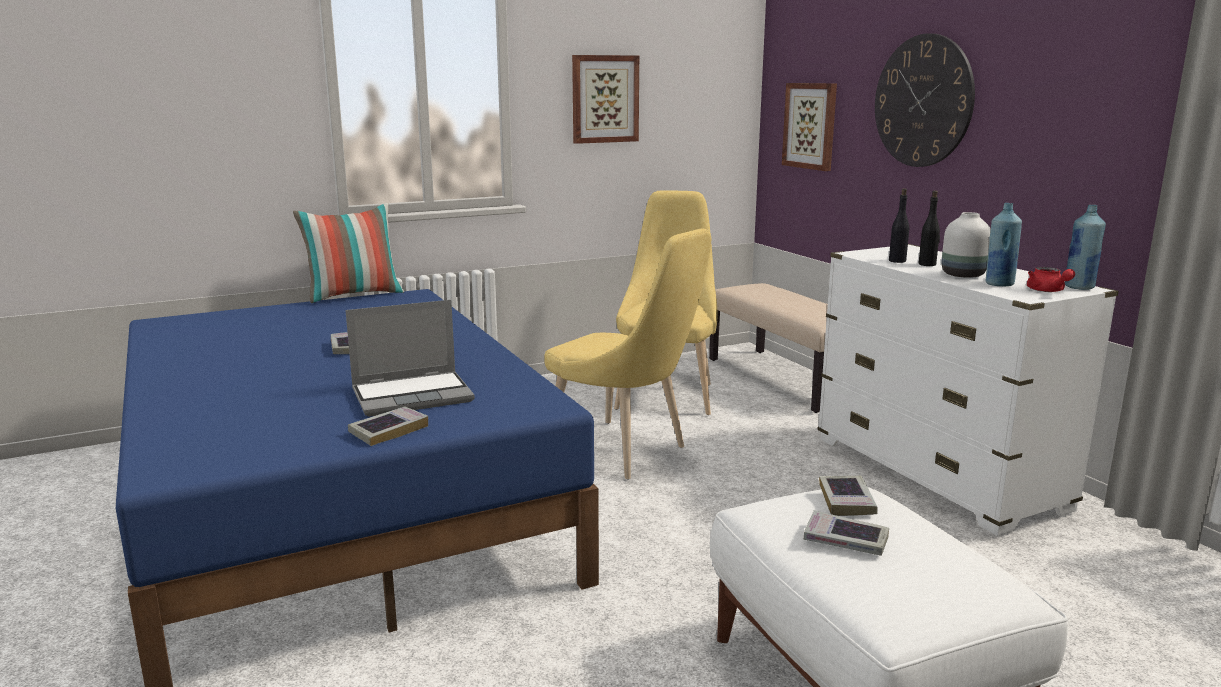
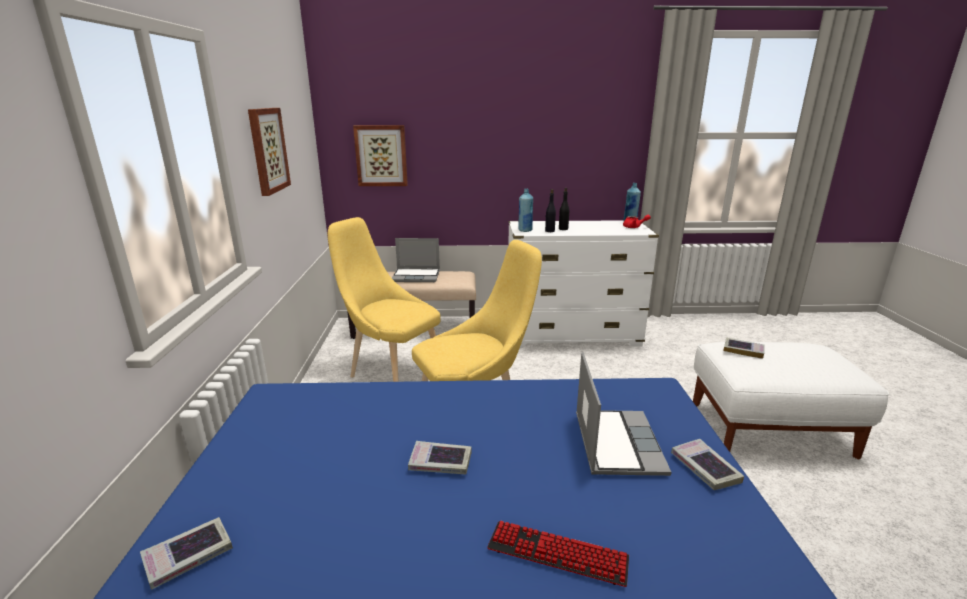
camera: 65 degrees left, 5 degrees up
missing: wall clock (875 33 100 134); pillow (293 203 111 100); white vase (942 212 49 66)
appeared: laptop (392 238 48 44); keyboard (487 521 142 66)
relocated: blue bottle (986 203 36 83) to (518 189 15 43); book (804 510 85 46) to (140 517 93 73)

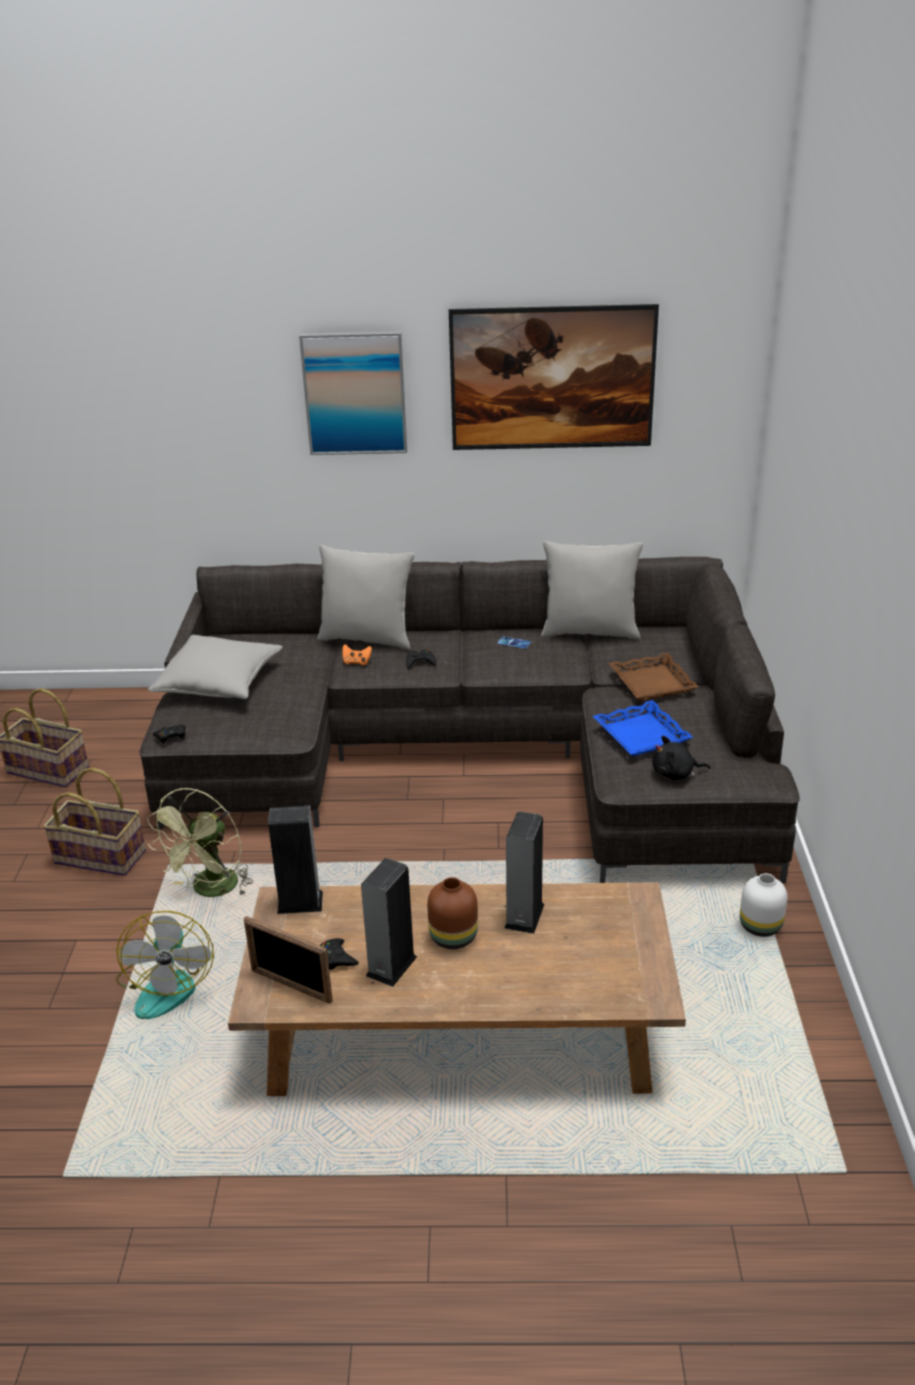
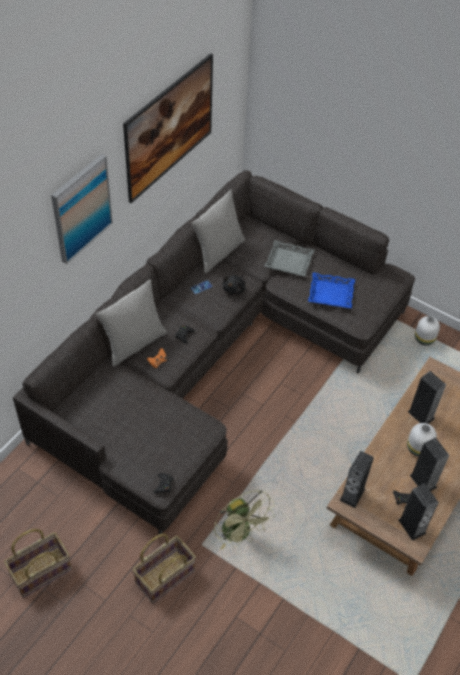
camera: 60 degrees left, 20 degrees up
missing: grey pillow (148 635 135 64); fan (116 911 98 108)
relocated: black plush toy (652 736 58 44) to (222 275 24 20)
exchanged: picture frame (243 916 90 88) to speaker (398 483 41 58)
colour: brown tray (609 653 89 48) to grey tray (265 240 50 36); brown vase (427 877 51 72) to white vase (407 423 30 34)

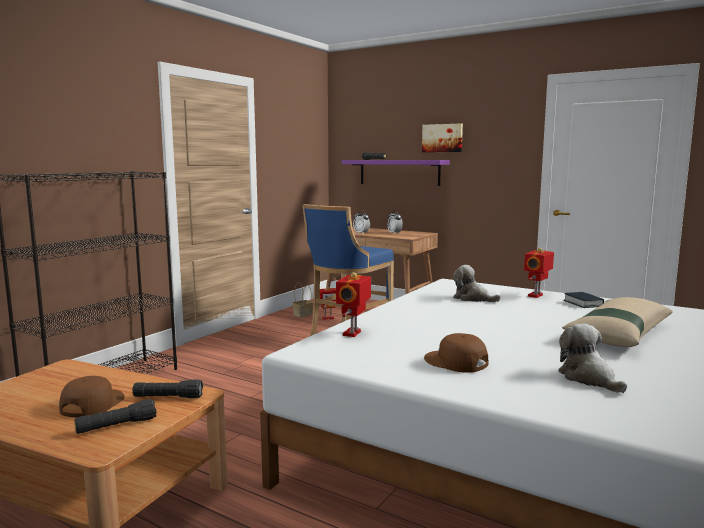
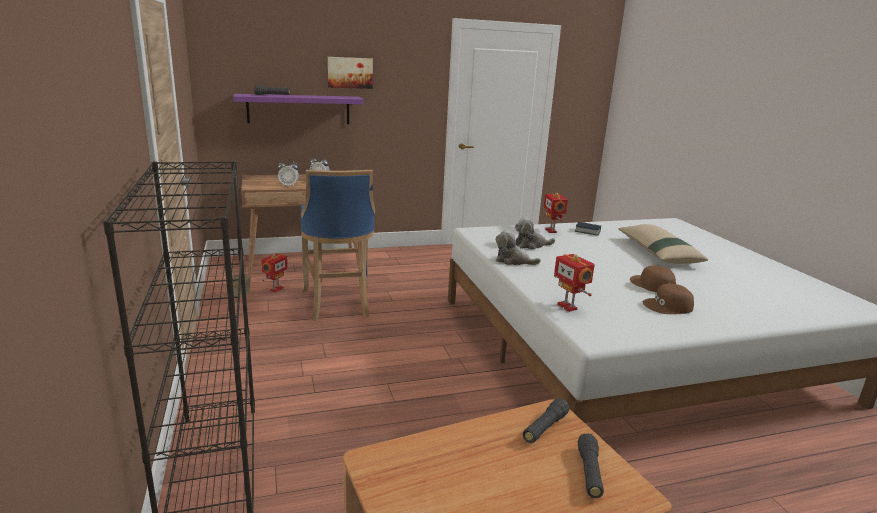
camera: 50 degrees left, 10 degrees up
relocated: plush toy (559 323 68 70) to (496 230 45 35); brown cap (59 376 66 42) to (630 265 46 27)

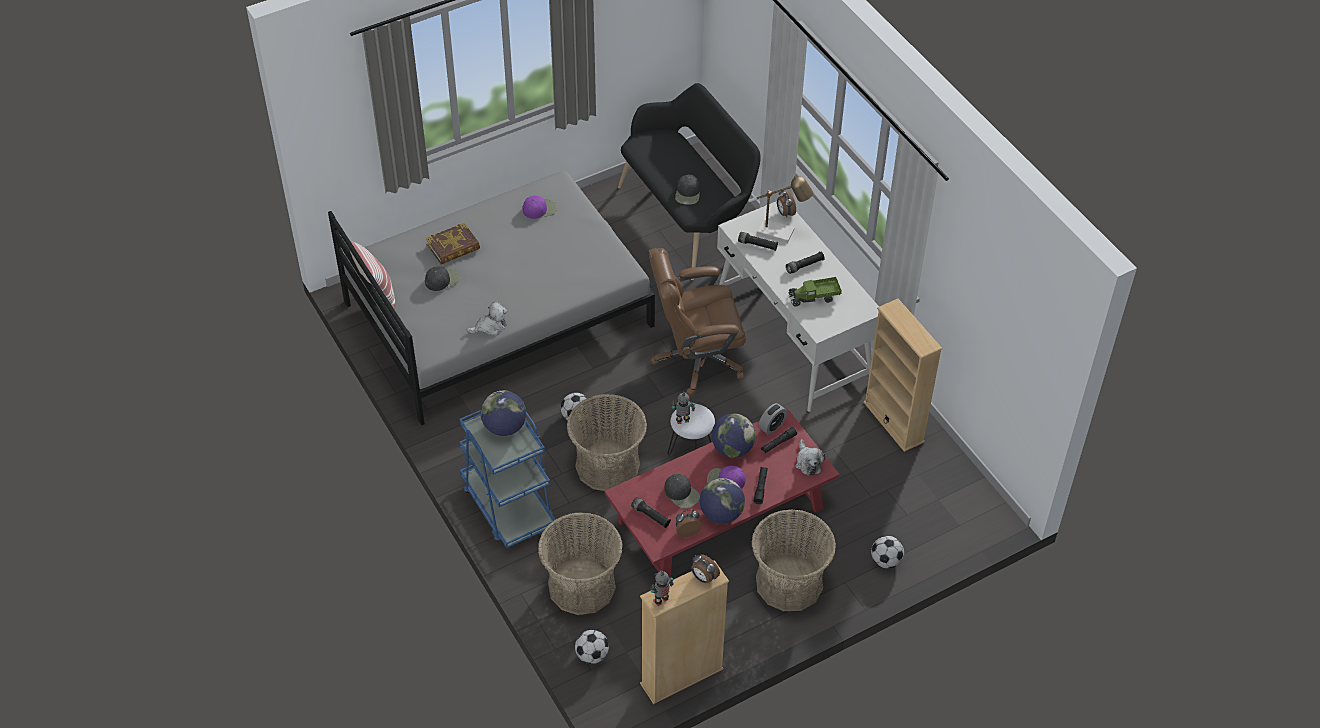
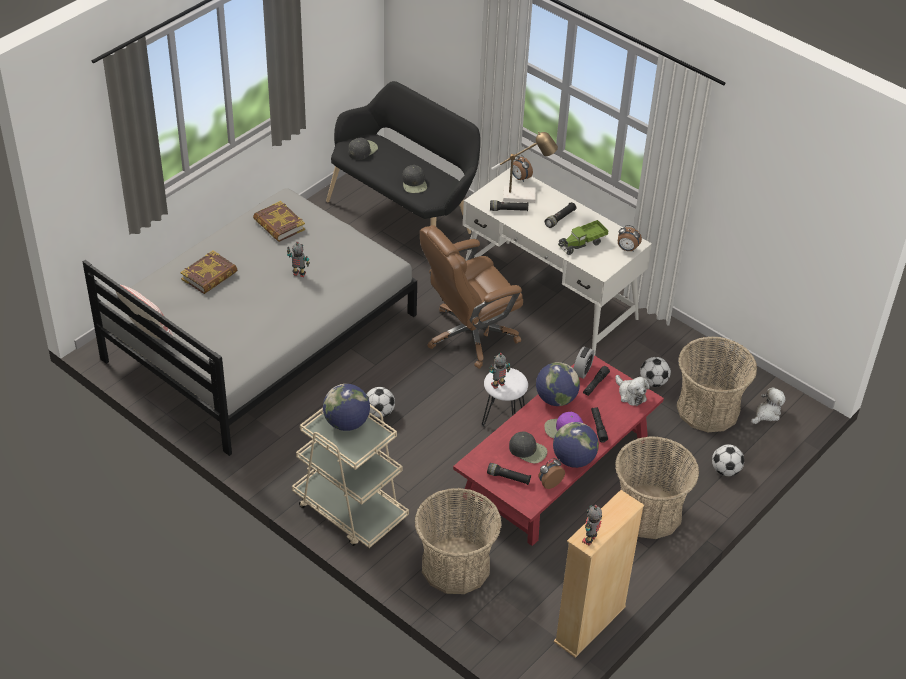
camera: 20 degrees left, 5 degrees down
missing: beige bookcase (863 299 79 153)
appeared: toy robot (287 241 23 36)
relocated: black cap (425 267 35 24) to (348 138 30 22); plush toy (467 301 40 35) to (751 387 35 37); basket (567 394 80 97) to (677 336 80 96); alarm clock (691 555 29 28) to (618 225 24 26); football (575 630 34 34) to (640 357 31 30)
exchanged: purple cap (523 196 34 23) to book (253 201 52 41)
colour: blue cart (460 410 97 138) to beige cart (292 405 117 143)

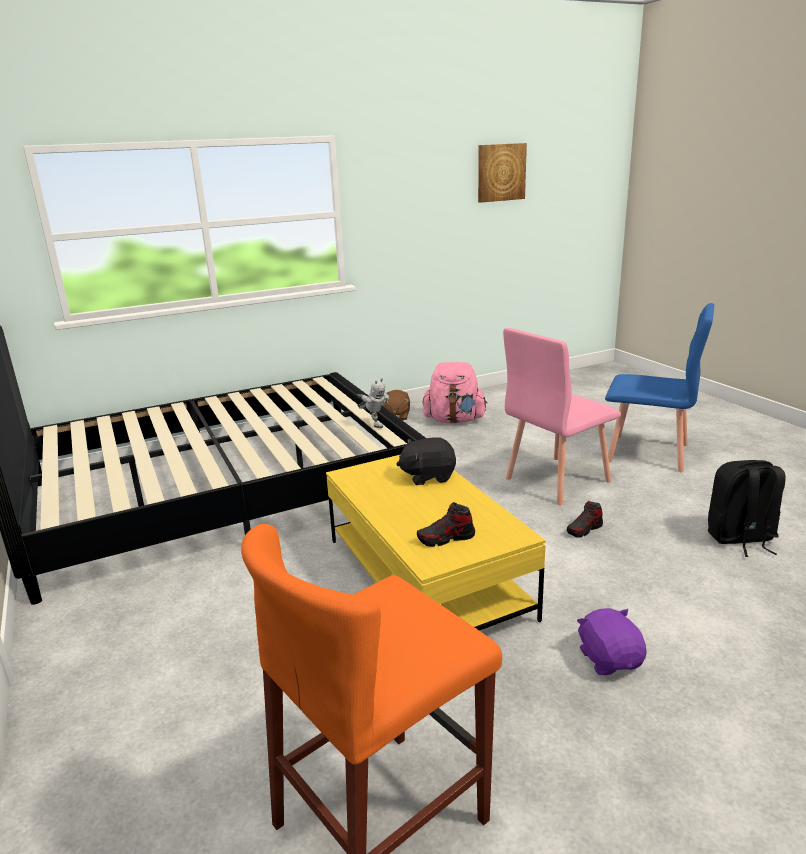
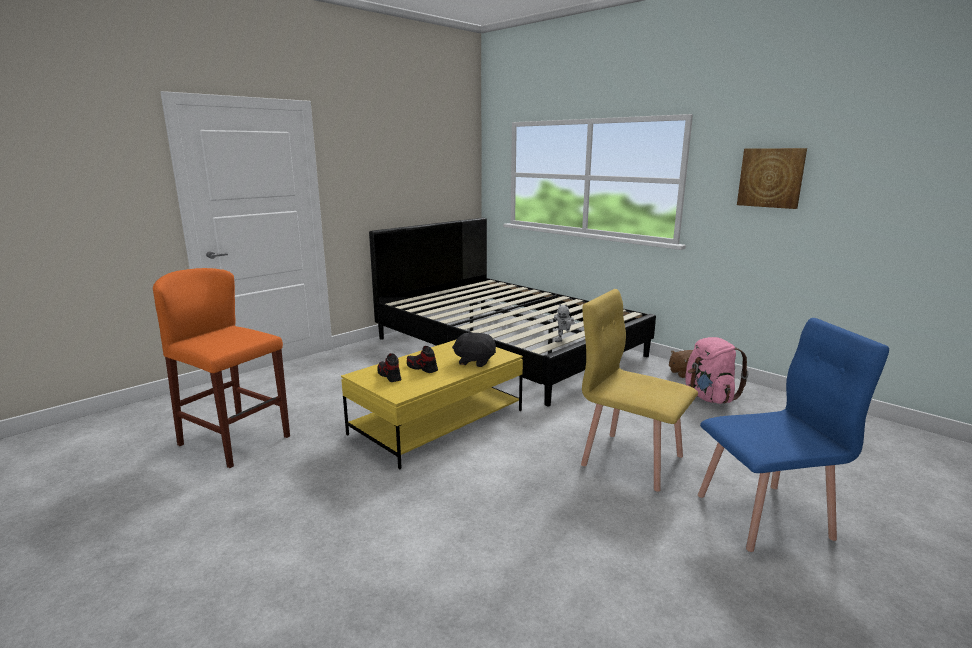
camera: 70 degrees right, 5 degrees down
missing: black backpack (708 460 78 97); purple plush toy (577 608 70 67)
relocated: picture (478 143 49 60) to (737 148 70 61); shoe (567 501 36 37) to (407 346 31 27)
colour: pink chair (503 328 118 177) to yellow chair (581 289 117 203)
spun: blue chair (605 303 109 169) = (698 318 191 234) 105 degrees counterclockwise; black plush toy (396 437 60 48) = (452 332 44 35) 45 degrees counterclockwise

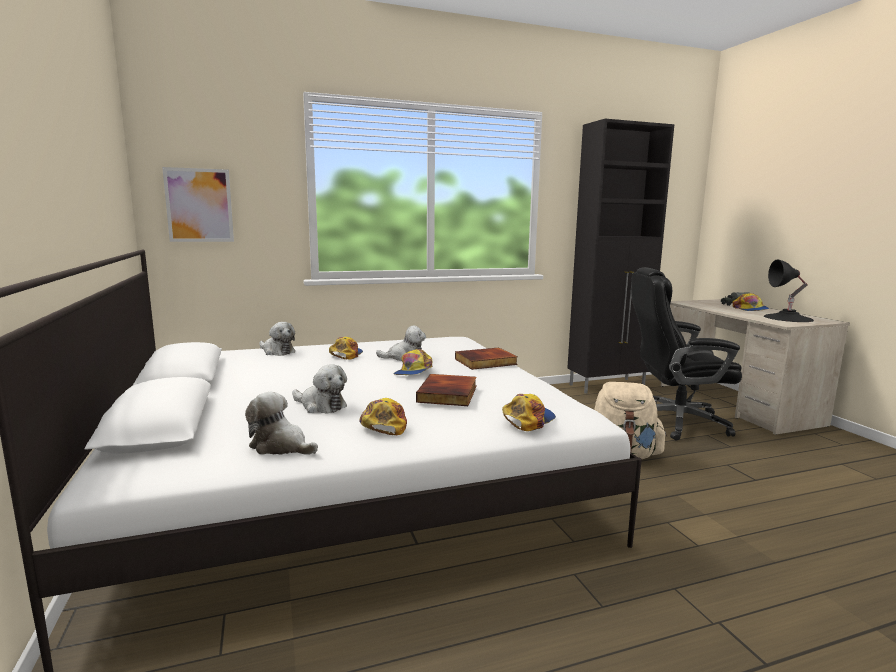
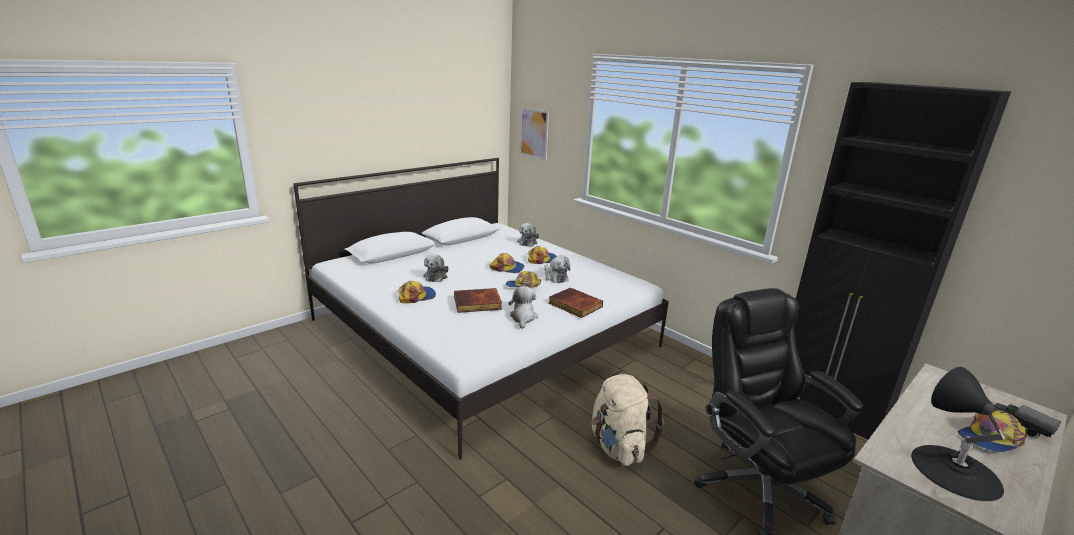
camera: 65 degrees right, 10 degrees up
relocated: plush toy (245 392 73 63) to (509 286 29 43); cap (502 394 54 37) to (489 253 35 20)

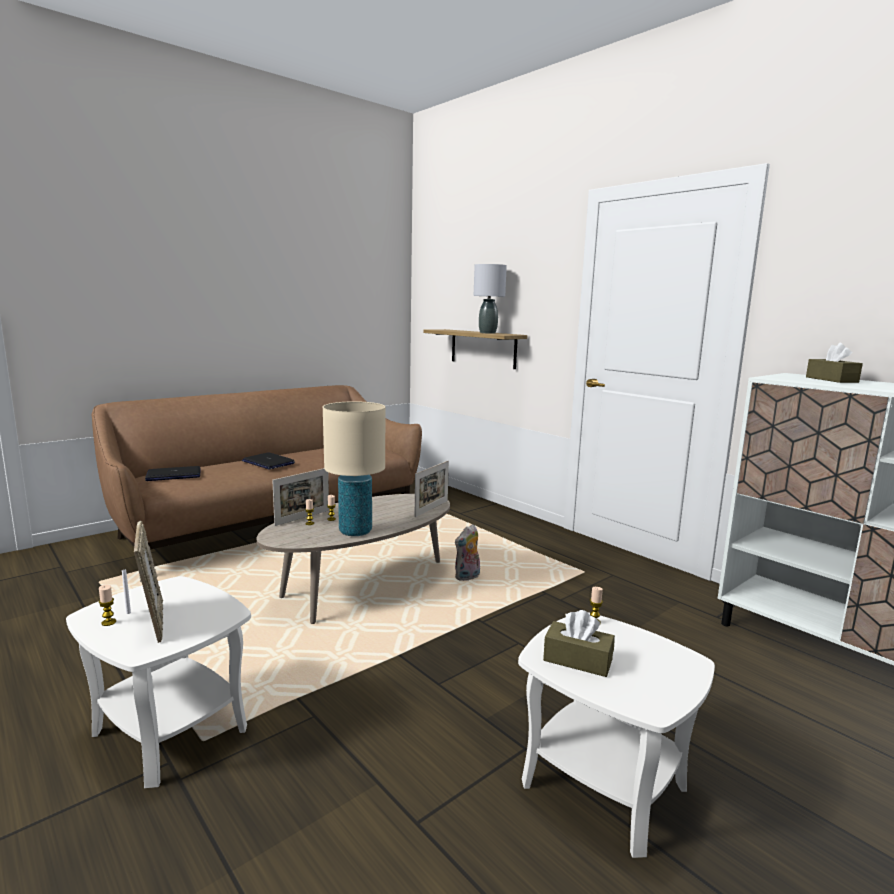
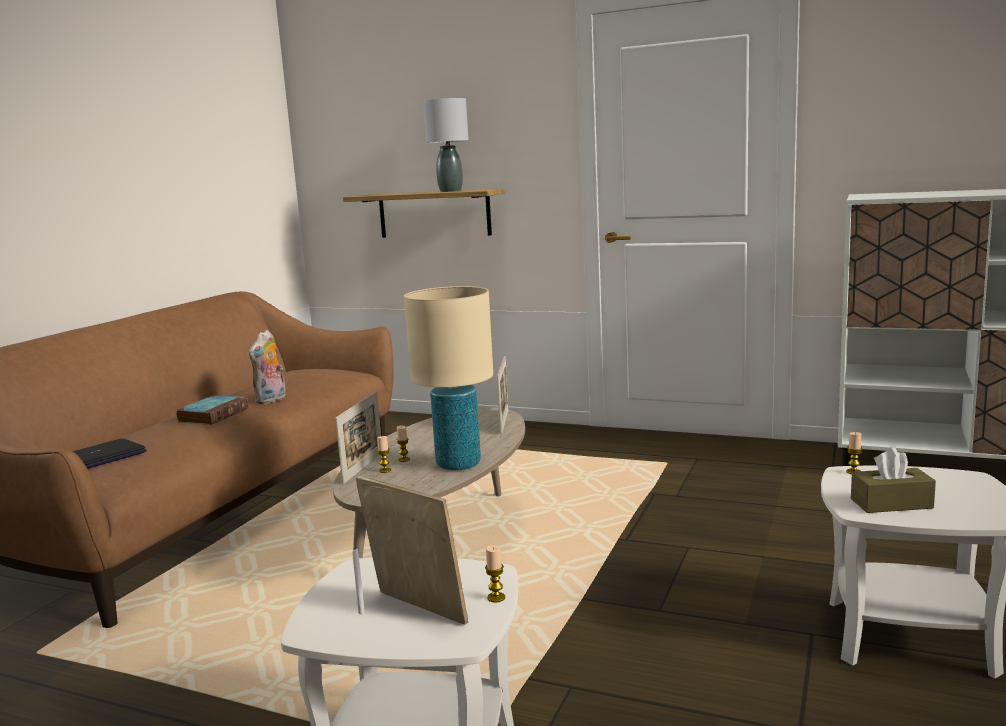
camera: 25 degrees left, 0 degrees up
missing: brown tissue box (806 342 57 41)
relocated: plush toy (455 524 25 57) to (249 330 37 74); candle (99 585 17 41) to (485 545 21 58)
exchanged: laptop (242 452 53 17) to book (175 395 74 30)

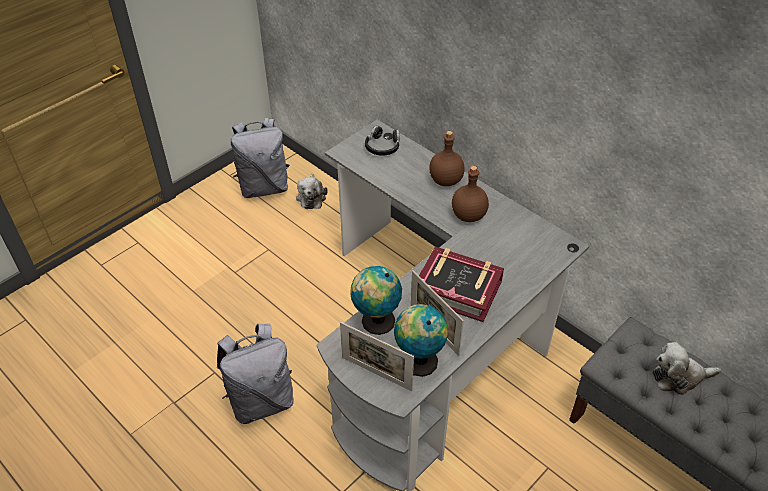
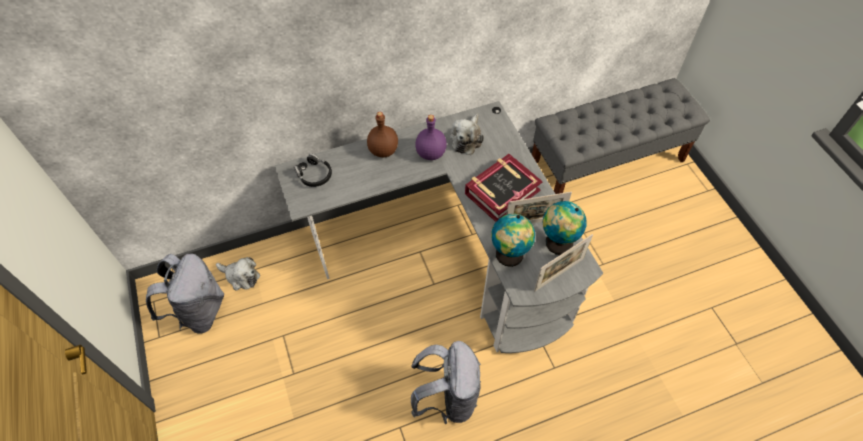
camera: 65 degrees left, 10 degrees up
relocated: plush toy (653 342 68 53) to (450 113 34 42)
colour: brown bottle (452 166 37 56) to purple bottle (415 115 32 45)

